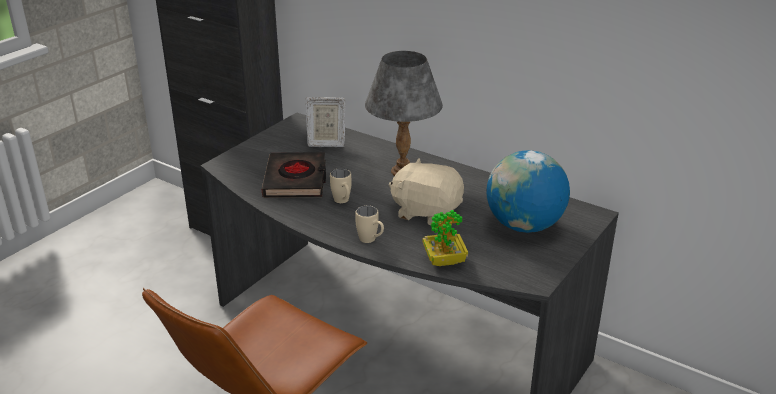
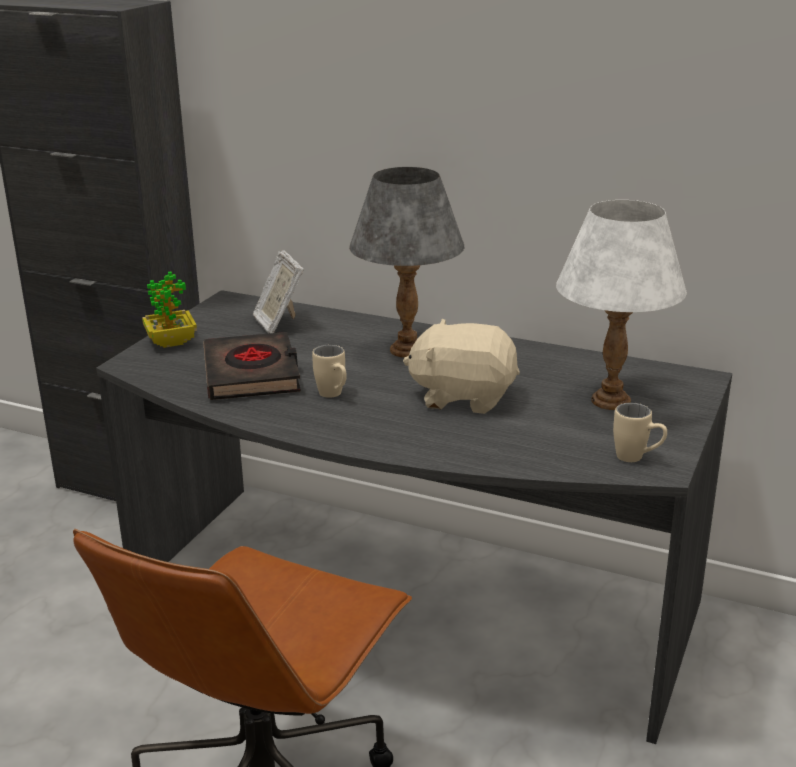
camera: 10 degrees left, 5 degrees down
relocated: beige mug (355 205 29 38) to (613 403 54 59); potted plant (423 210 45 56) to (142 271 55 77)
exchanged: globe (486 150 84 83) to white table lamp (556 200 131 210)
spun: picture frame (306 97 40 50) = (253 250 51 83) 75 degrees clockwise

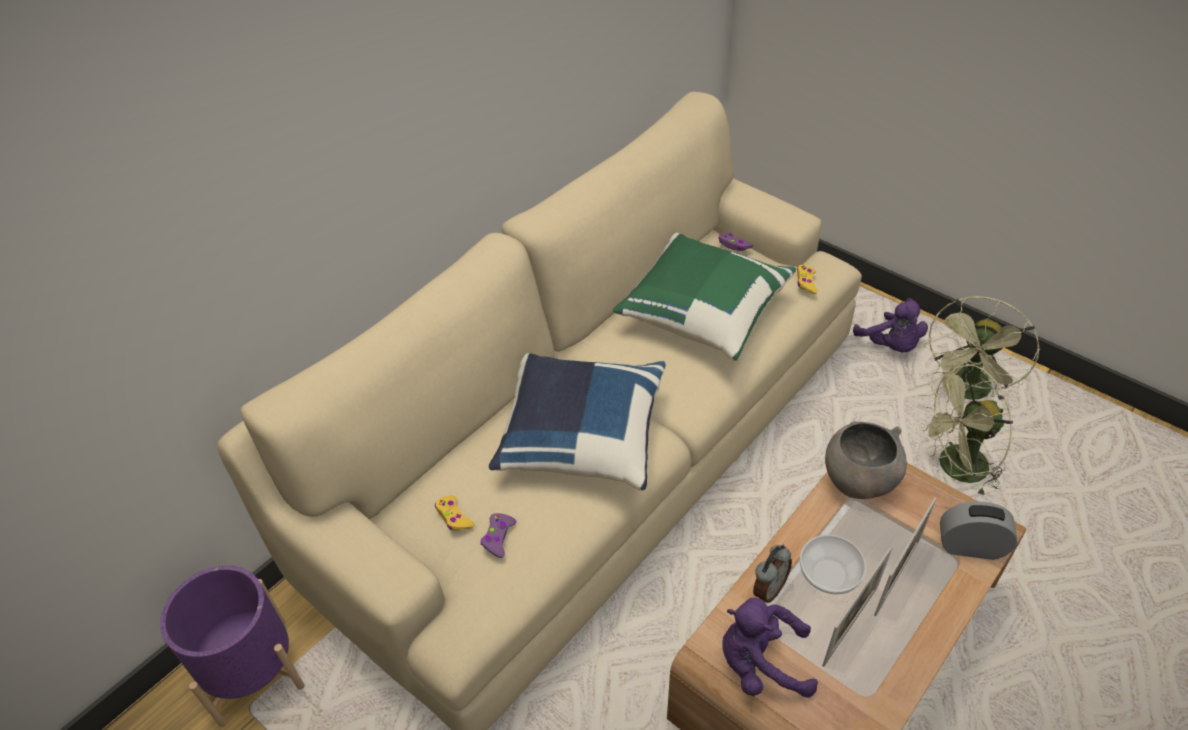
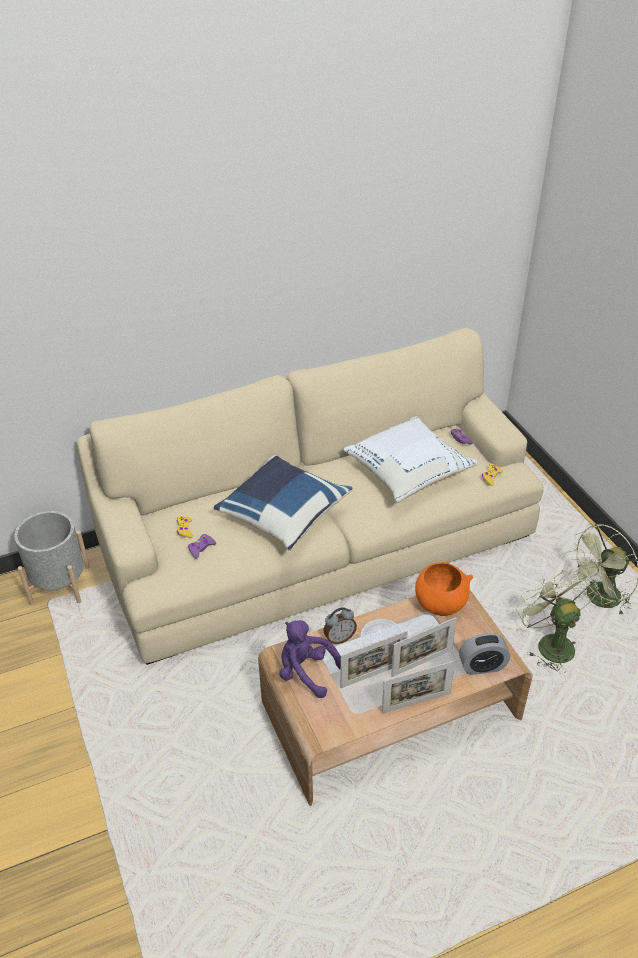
camera: 25 degrees right, 5 degrees down
missing: purple plush toy (853 298 75 54)
appeared: picture frame (382 661 73 53)
colour: green pillow (613 233 183 128) to white pillow (344 416 134 87); grey bowl (825 421 82 78) to orange bowl (415 562 58 54); purple planter (160 565 145 162) to grey planter (14 511 76 94)
spun: green fan (919 363 94 134) = (516 568 83 106) 60 degrees clockwise; alarm clock (940 501 77 59) = (459 633 51 42) 135 degrees clockwise

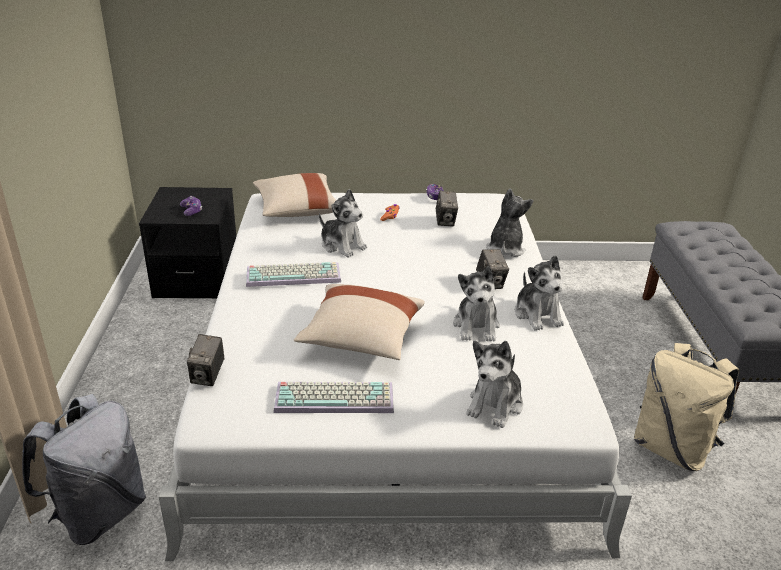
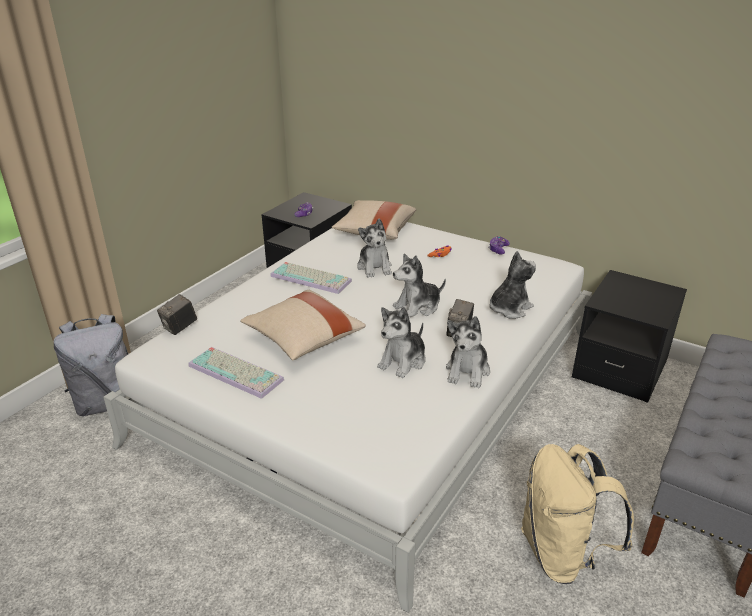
camera: 35 degrees right, 0 degrees up
missing: photo camera (436 191 22 36)
appeared: black nightstand (572 270 115 133)
relocated: plush toy (466 341 57 87) to (393 254 53 63)

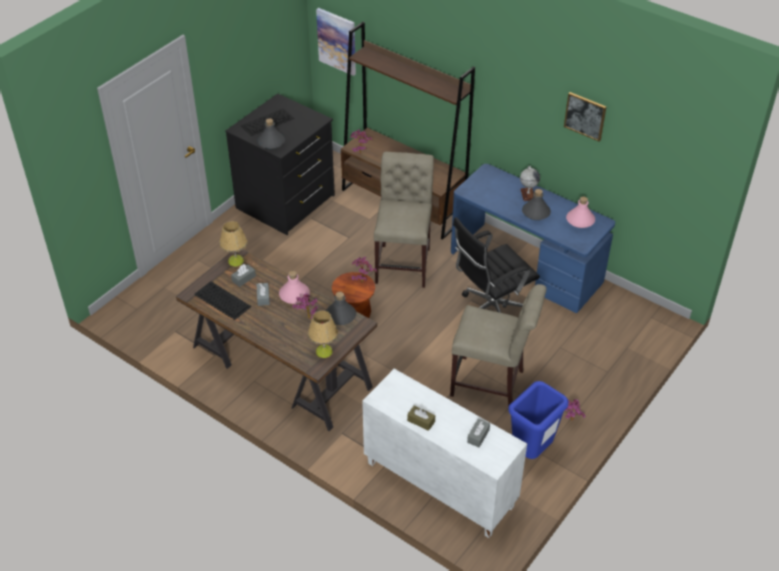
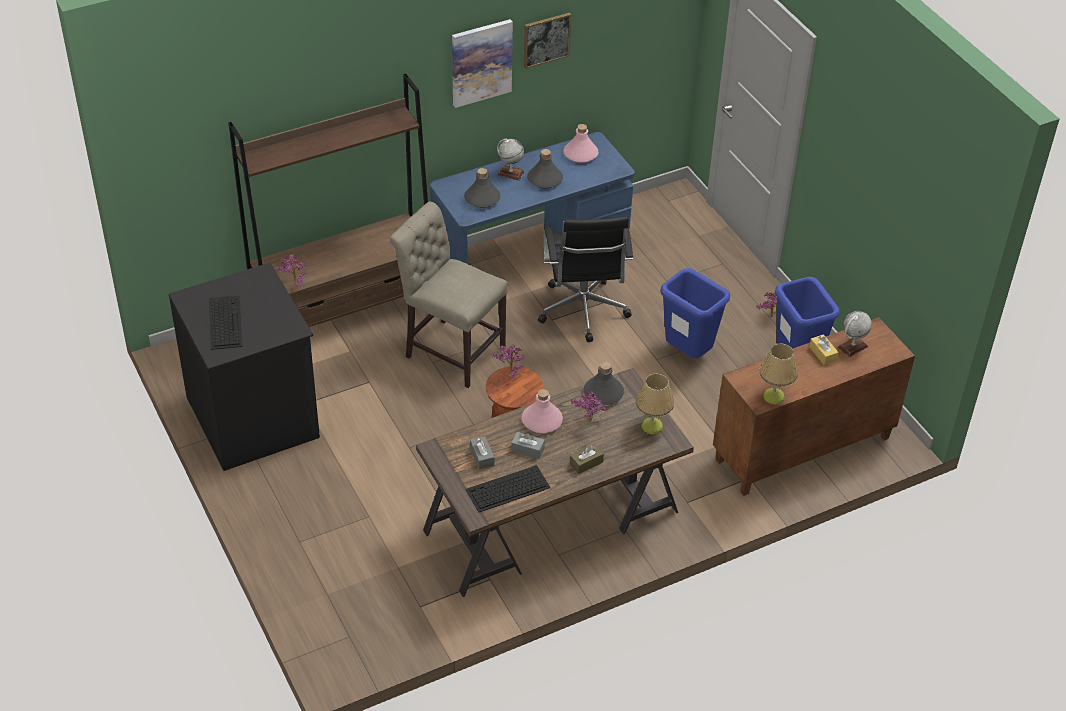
camera: 65 degrees left, 0 degrees up
appeared: yellow tissue box (809 334 30 31)
relocated: picture (316 8 40 68) to (452 19 61 89); grey bottle (257 118 28 31) to (464 168 36 40); table lamp (219 221 28 46) to (759 343 39 61); brown tissue box (407 406 28 25) to (570 444 34 30)
exchanged: beige chair (450 284 97 122) to blue trash can (660 268 70 90); grey tissue box (467 419 23 28) to globe (837 311 35 46)
colour: white cabinet (362 369 165 169) to brown cabinet (713 317 202 179)

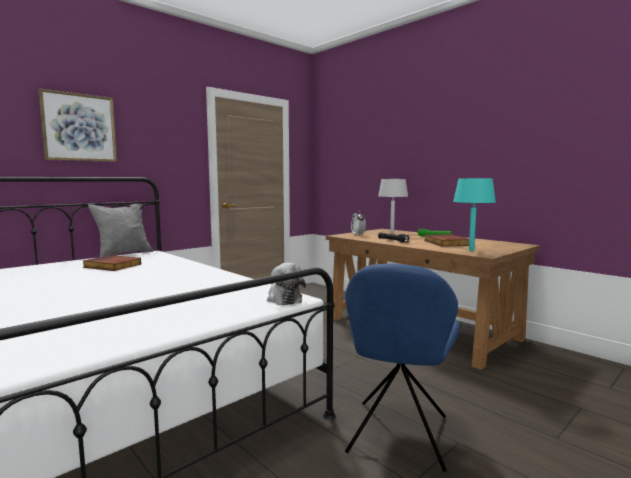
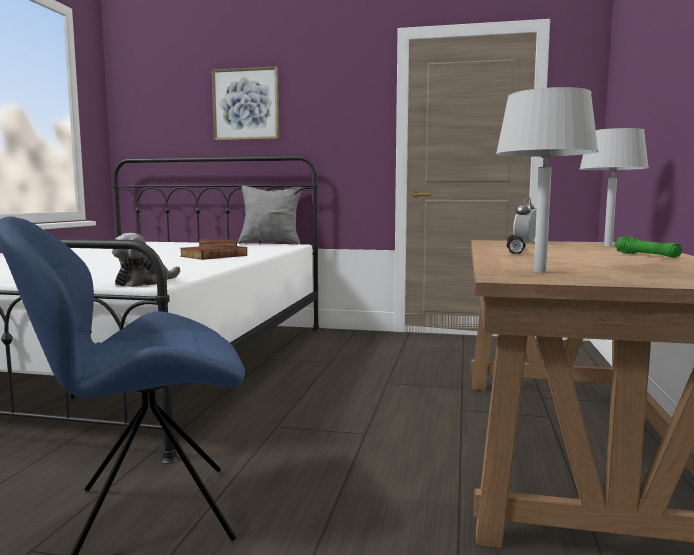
camera: 55 degrees right, 0 degrees up
relocated: book (424 234 45 13) to (180 245 67 15)
colour: turquoise table lamp (453 178 43 73) to grey table lamp (496 87 103 186)

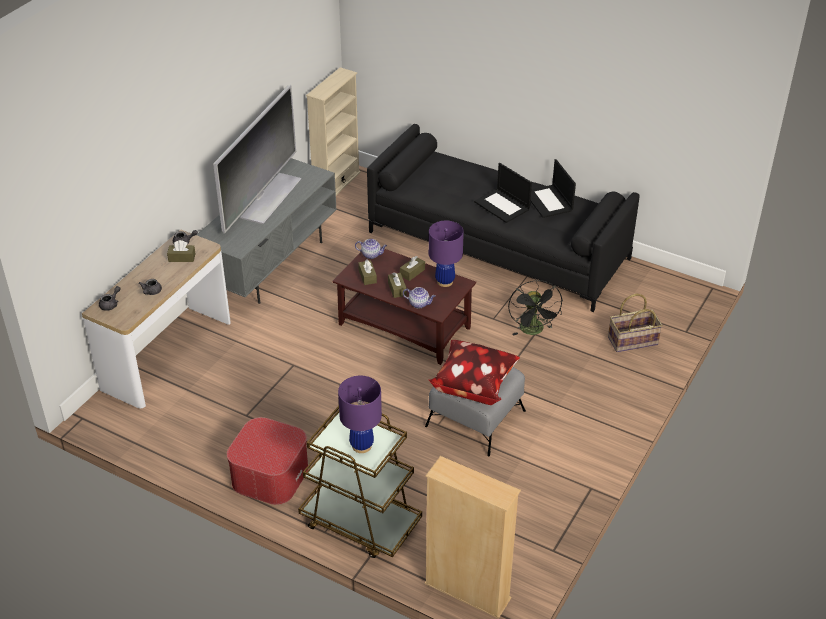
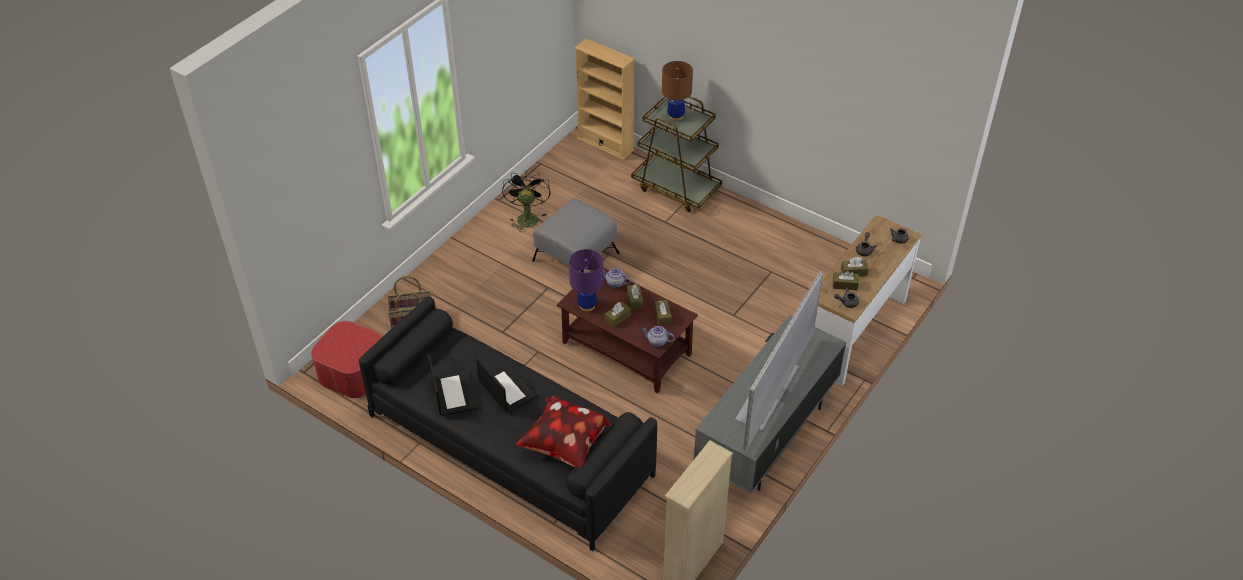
camera: 175 degrees left, 5 degrees up
appeared: brown tissue box (841 257 28 20)
relocated: black fan (508 280 55 55) to (502 170 49 62); pillow (428 340 92 65) to (516 396 96 72); ottoman (227 417 81 88) to (311 321 71 77)
colour: purple table lamp (338 376 44 77) to brown table lamp (662 61 31 60)

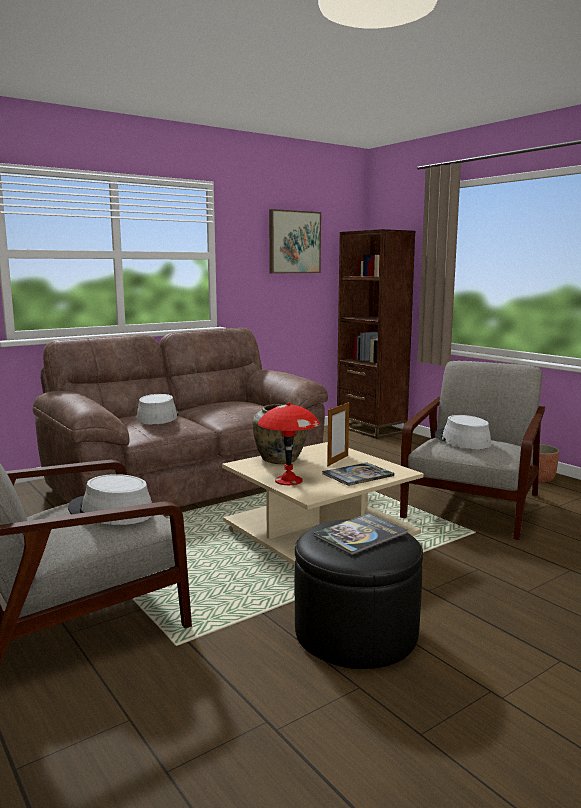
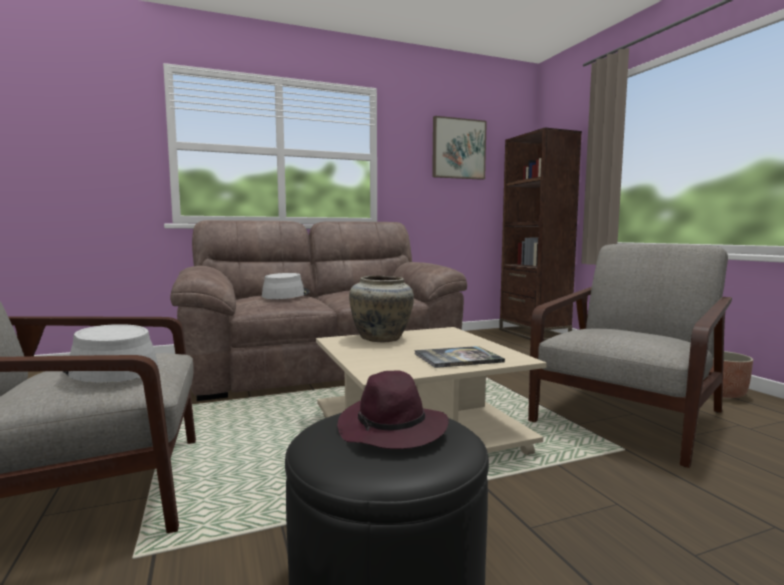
camera: 15 degrees right, 5 degrees down
missing: picture frame (327 401 22 65); red table lamp (258 402 62 83); grey hat (435 415 56 34)
exchanged: book (314 513 93 42) to purple hat (337 370 112 79)

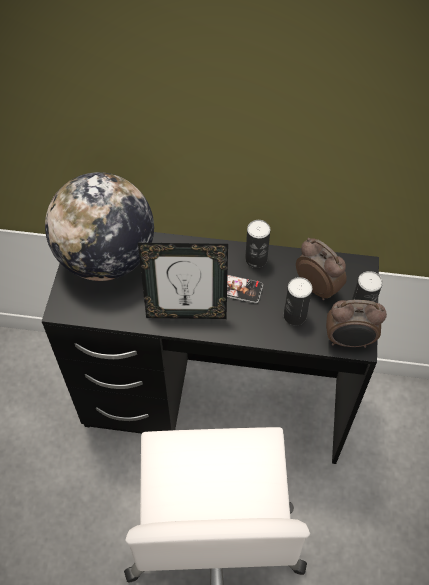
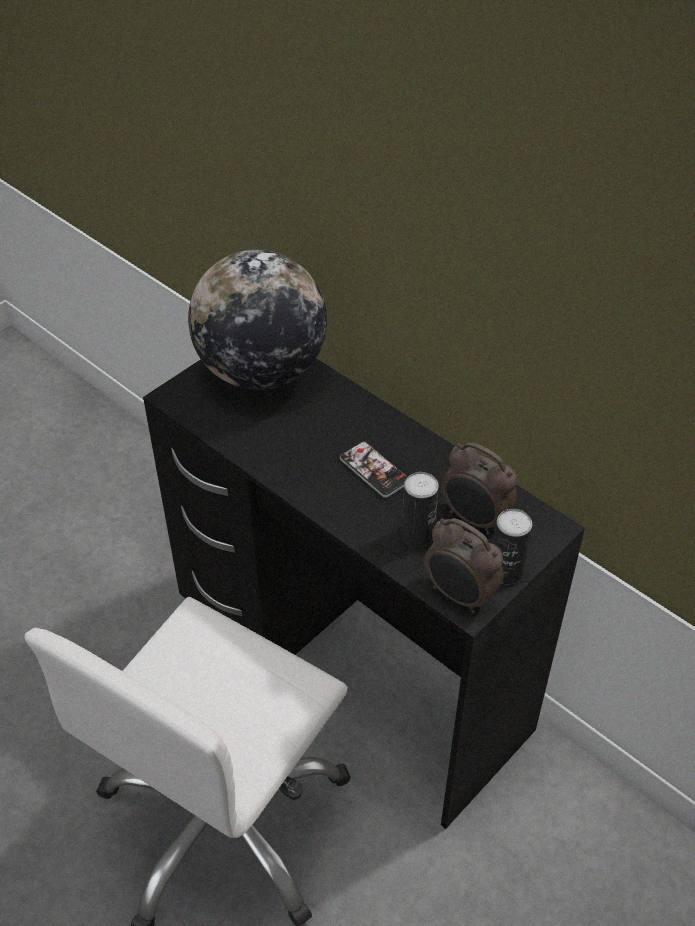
camera: 35 degrees right, 10 degrees down
missing: can (245 220 25 48); picture frame (138 243 90 76)
spun: alarm clock (296 238 51 62) = (441 442 76 93) 135 degrees clockwise

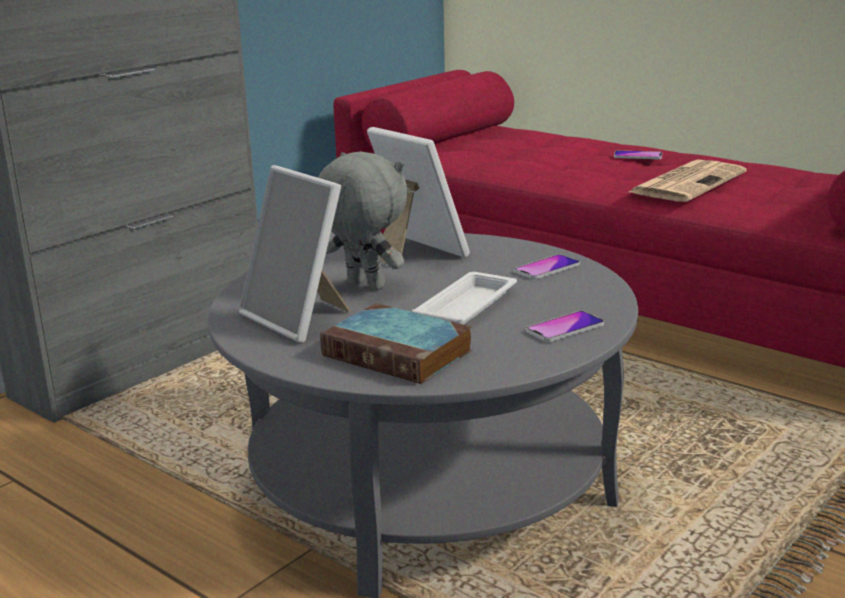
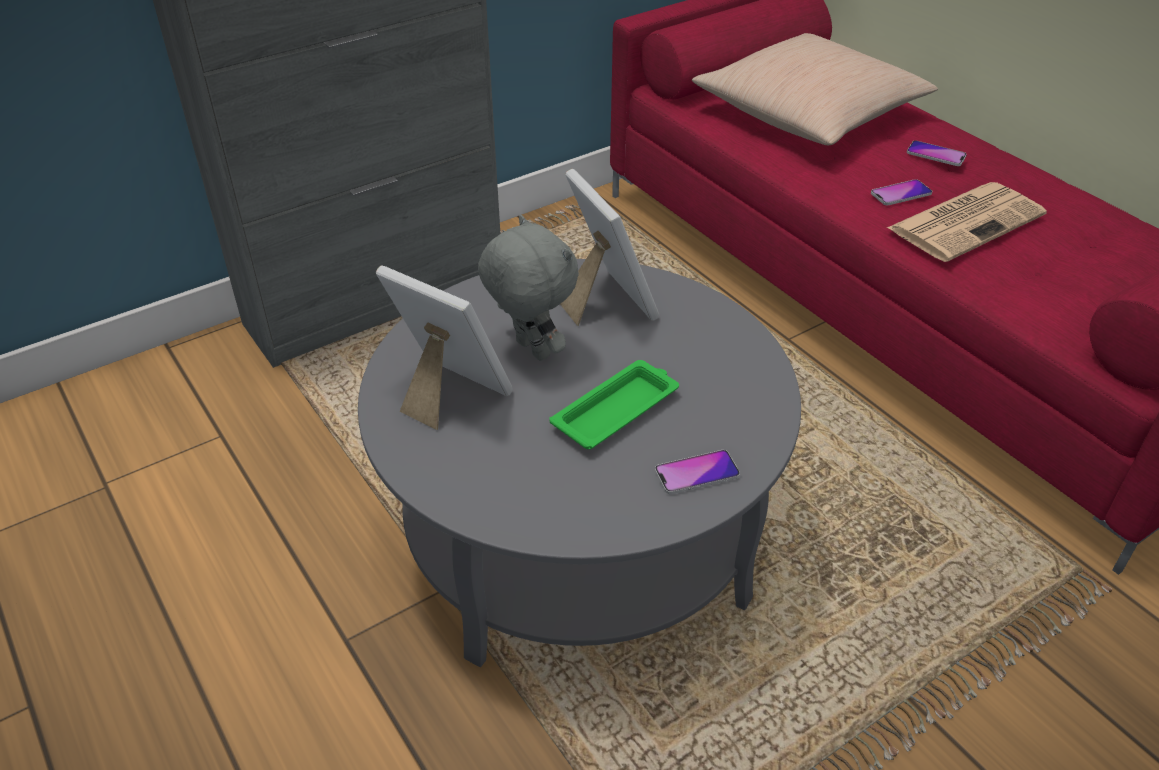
camera: 15 degrees right, 20 degrees up
missing: book (320 303 152 81)
appeared: beige pillow (692 33 246 112)
relocated: phone (514 254 66 25) to (871 179 61 27)
colour: white tray (412 272 105 52) to green tray (549 360 130 89)
spun: picture frame (239 165 112 178) = (376 265 137 165) 150 degrees clockwise

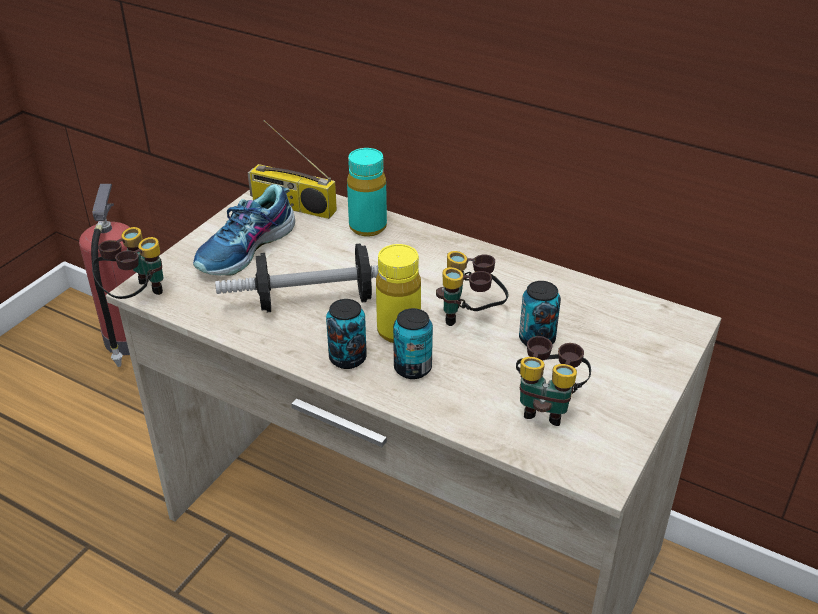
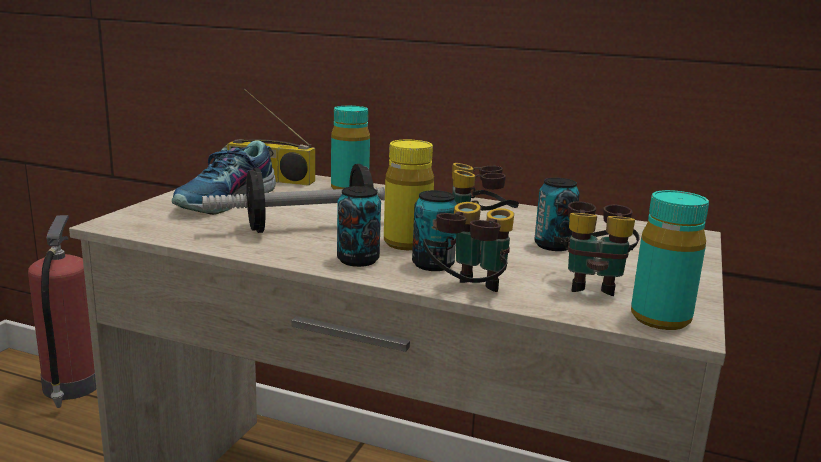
camera: 10 degrees left, 20 degrees down
appeared: turquoise bottle (631 190 78 140)
relocated: binoculars (92 227 72 72) to (424 202 90 90)

